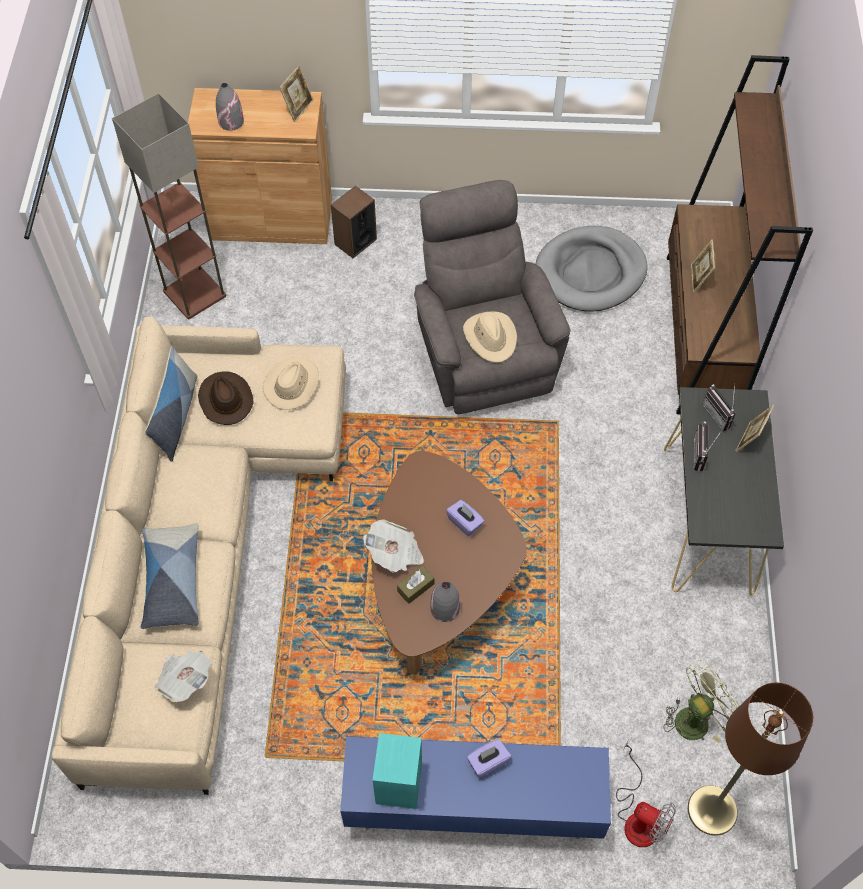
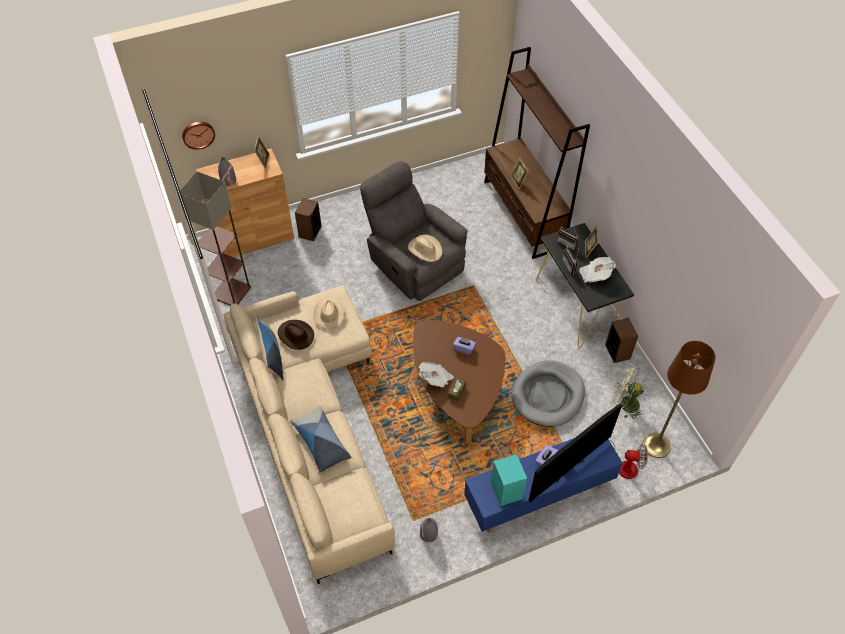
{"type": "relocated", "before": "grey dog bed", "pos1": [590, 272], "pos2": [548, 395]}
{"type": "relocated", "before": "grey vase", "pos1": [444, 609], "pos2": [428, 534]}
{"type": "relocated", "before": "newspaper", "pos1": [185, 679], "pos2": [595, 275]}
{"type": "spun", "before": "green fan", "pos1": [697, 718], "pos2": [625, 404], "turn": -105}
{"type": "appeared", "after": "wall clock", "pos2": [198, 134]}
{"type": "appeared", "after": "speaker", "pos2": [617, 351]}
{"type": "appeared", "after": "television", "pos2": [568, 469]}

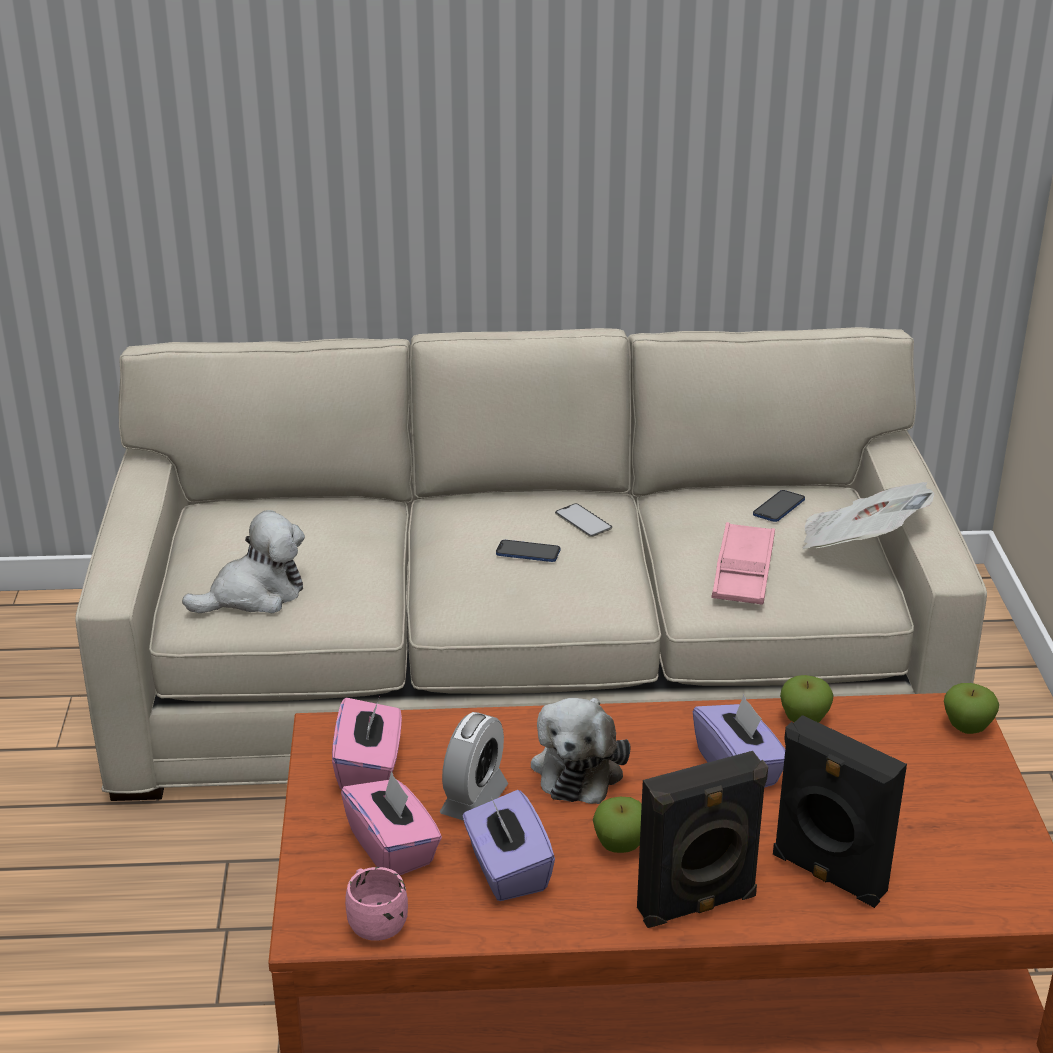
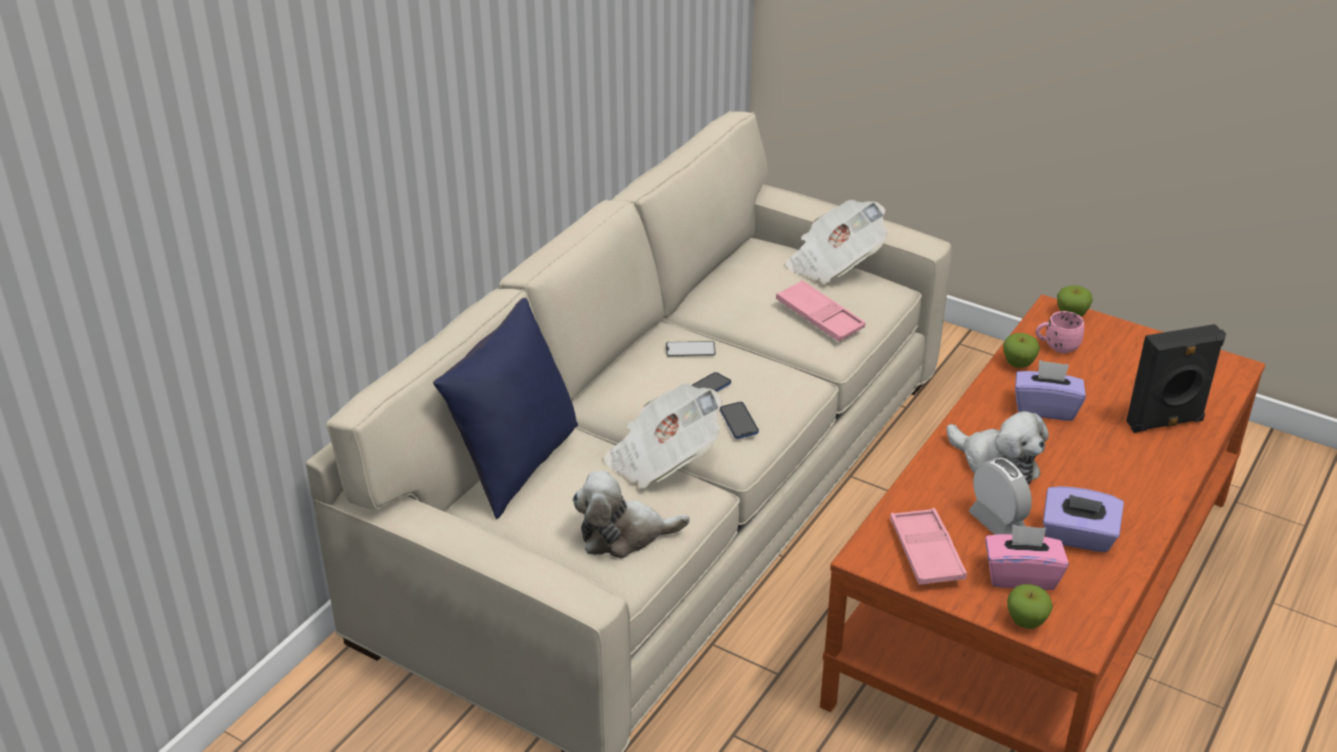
{"type": "relocated", "before": "phone", "pos1": [778, 507], "pos2": [739, 421]}
{"type": "spun", "before": "plush toy", "pos1": [254, 595], "pos2": [624, 535], "turn": -105}
{"type": "exchanged", "before": "pink tissue box", "after": "pink tray", "pos1": [369, 768], "pos2": [926, 553]}
{"type": "missing", "before": "black speaker", "pos1": [698, 905]}
{"type": "relocated", "before": "apple", "pos1": [620, 845], "pos2": [1026, 621]}
{"type": "relocated", "before": "pink mug", "pos1": [374, 921], "pos2": [1056, 346]}
{"type": "appeared", "after": "blue pillow", "pos2": [515, 465]}
{"type": "appeared", "after": "newspaper", "pos2": [662, 459]}

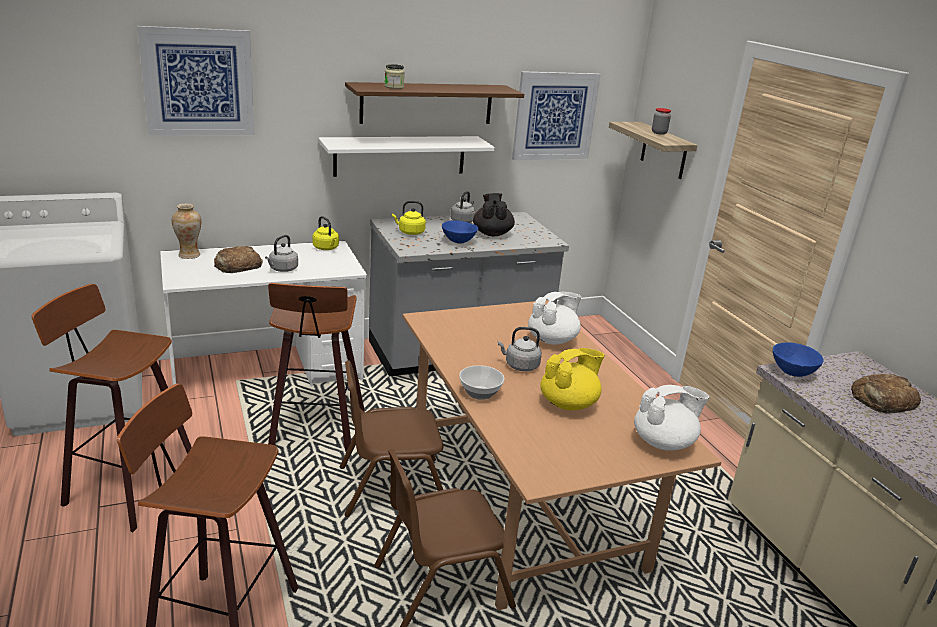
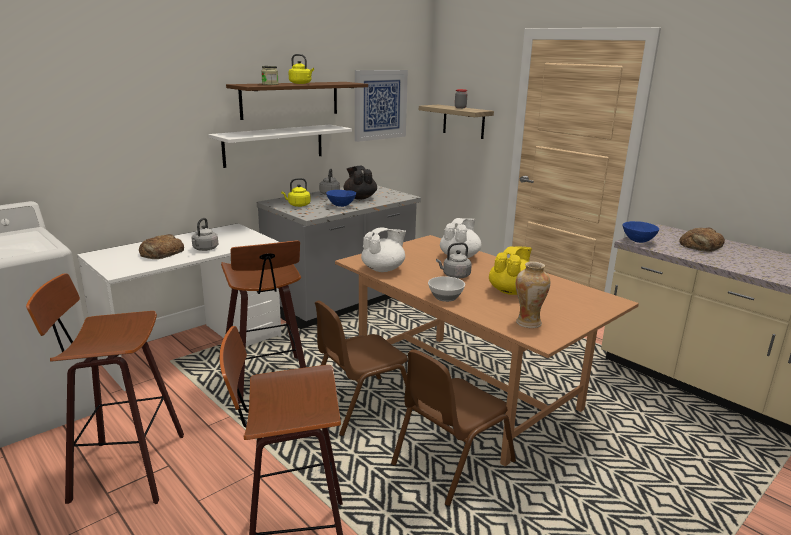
{"type": "missing", "before": "picture", "pos1": [198, 82]}
{"type": "relocated", "before": "vase", "pos1": [189, 255], "pos2": [528, 323]}
{"type": "relocated", "before": "yellow kettle", "pos1": [326, 248], "pos2": [301, 83]}
{"type": "relocated", "before": "white teapot", "pos1": [664, 442], "pos2": [383, 269]}

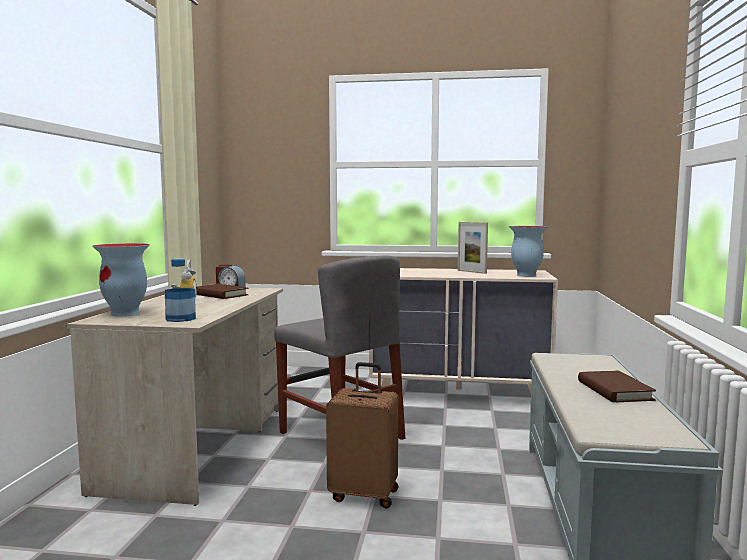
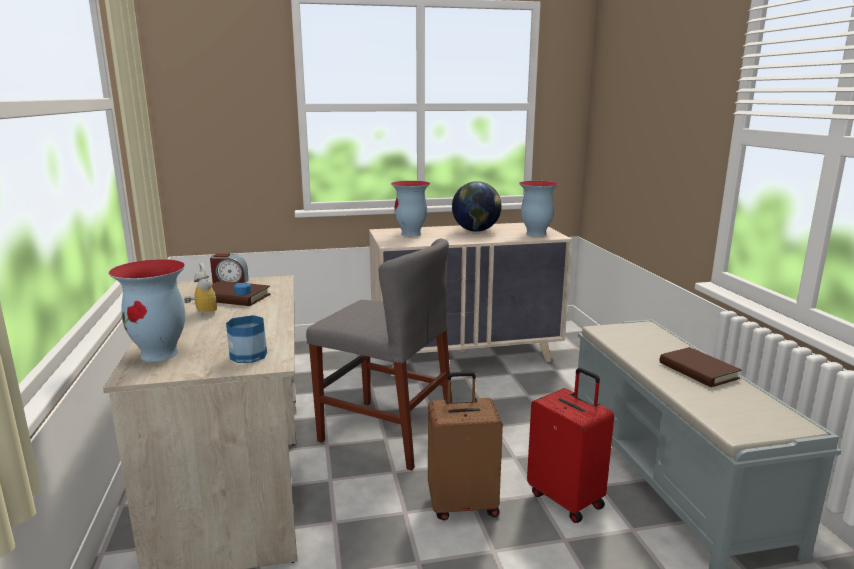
{"type": "exchanged", "before": "picture frame", "after": "globe", "pos1": [471, 272], "pos2": [476, 231]}
{"type": "appeared", "after": "vase", "pos2": [411, 234]}
{"type": "appeared", "after": "red suitcase", "pos2": [567, 499]}

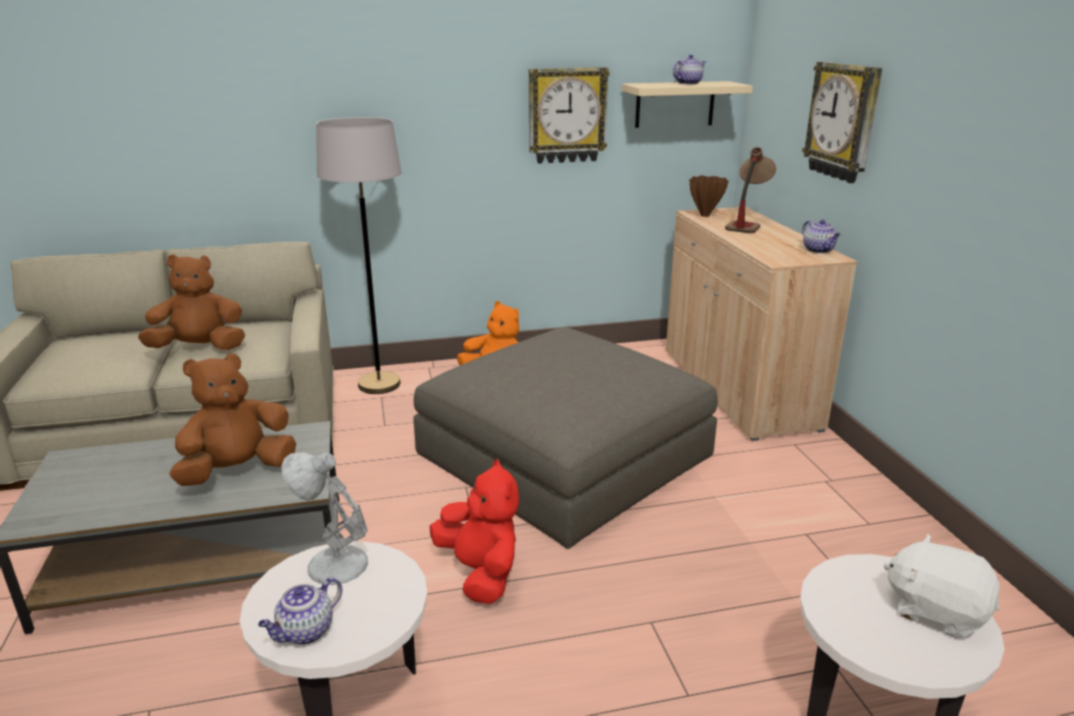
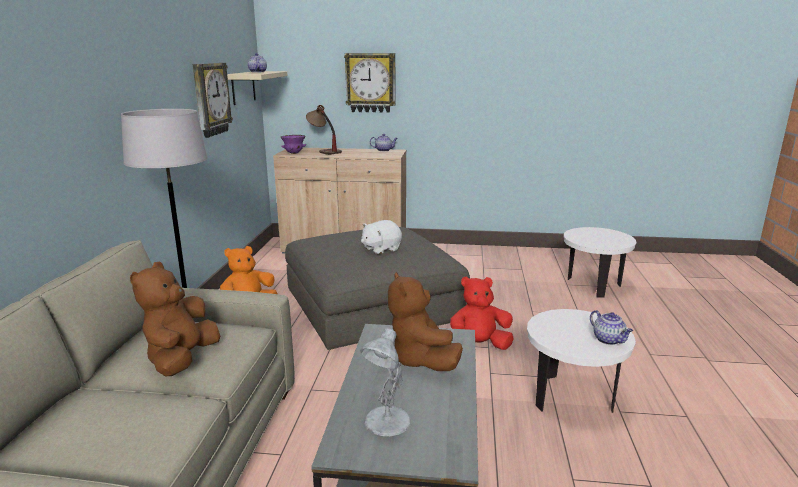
{"type": "exchanged", "before": "brown vase", "after": "purple bowl", "pos1": [705, 215], "pos2": [294, 153]}
{"type": "relocated", "before": "white table lamp", "pos1": [334, 565], "pos2": [386, 422]}
{"type": "relocated", "before": "white plush toy", "pos1": [936, 610], "pos2": [381, 249]}

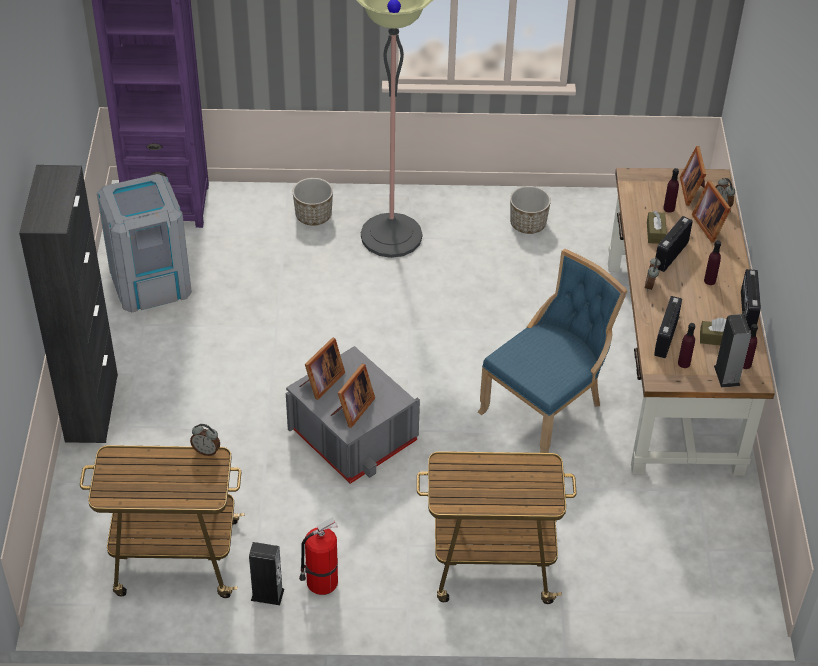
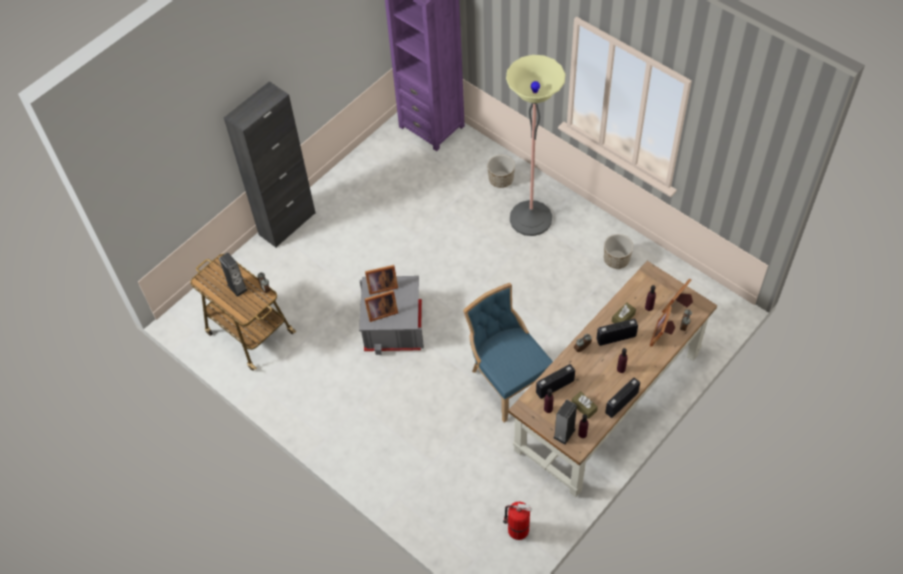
{"type": "missing", "before": "grey trash can", "pos1": [150, 282]}
{"type": "spun", "before": "blue chair", "pos1": [546, 409], "pos2": [508, 380], "turn": -120}
{"type": "missing", "before": "cart", "pos1": [490, 564]}
{"type": "relocated", "before": "fire extinguisher", "pos1": [320, 582], "pos2": [517, 529]}
{"type": "relocated", "before": "speaker", "pos1": [267, 594], "pos2": [237, 287]}

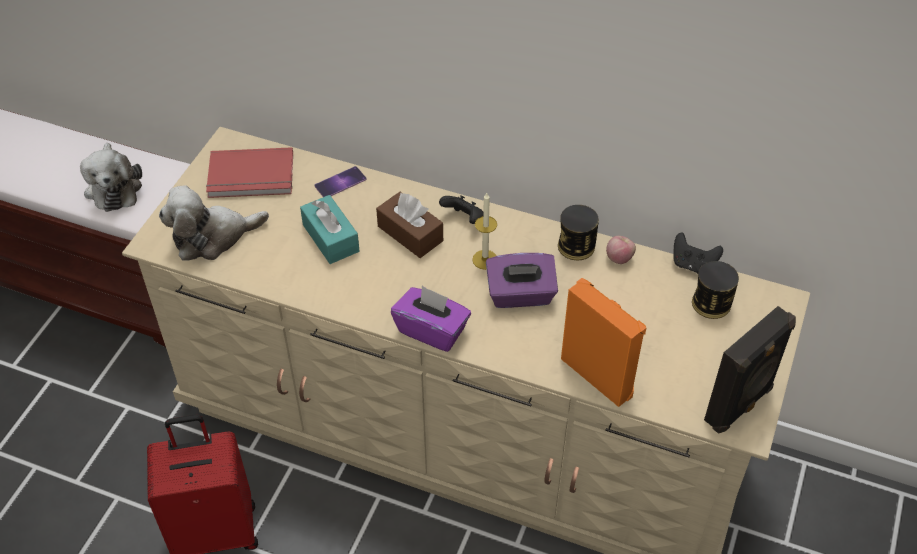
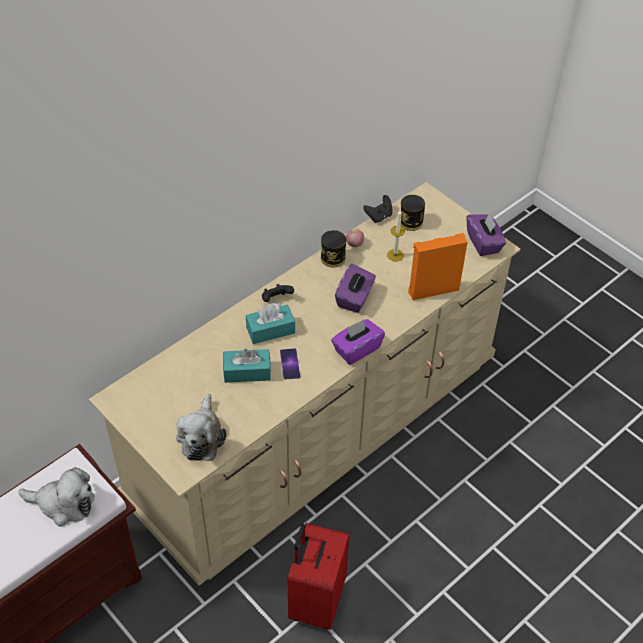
{"type": "missing", "before": "red book", "pos1": [251, 177]}
{"type": "relocated", "before": "phone", "pos1": [340, 182], "pos2": [290, 364]}
{"type": "colour", "before": "brown tissue box", "after": "turquoise tissue box", "pos1": [410, 233], "pos2": [270, 330]}
{"type": "relocated", "before": "candle", "pos1": [485, 259], "pos2": [395, 255]}
{"type": "exchanged", "before": "black speaker", "after": "purple tissue box", "pos1": [740, 405], "pos2": [483, 243]}

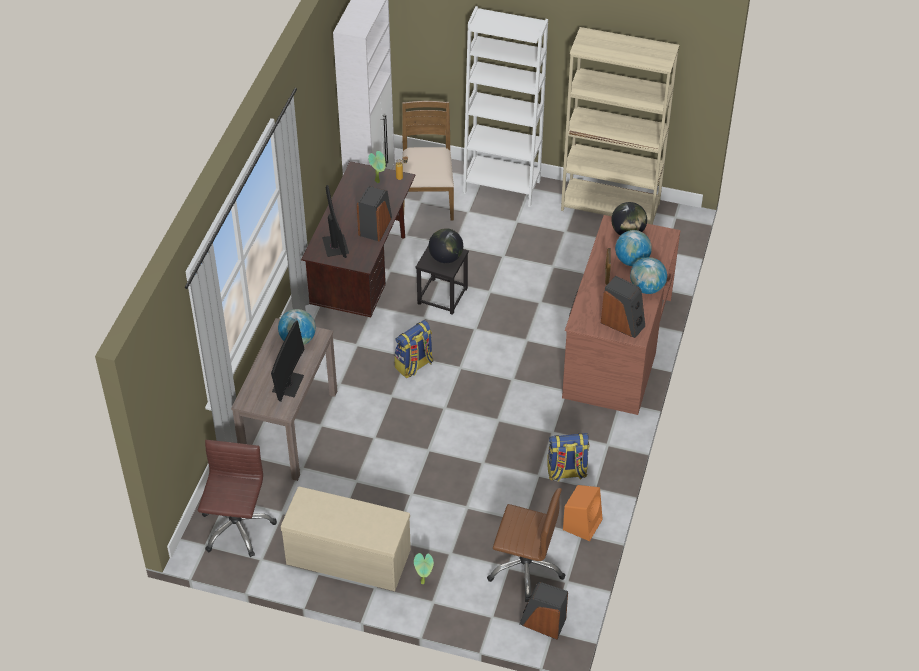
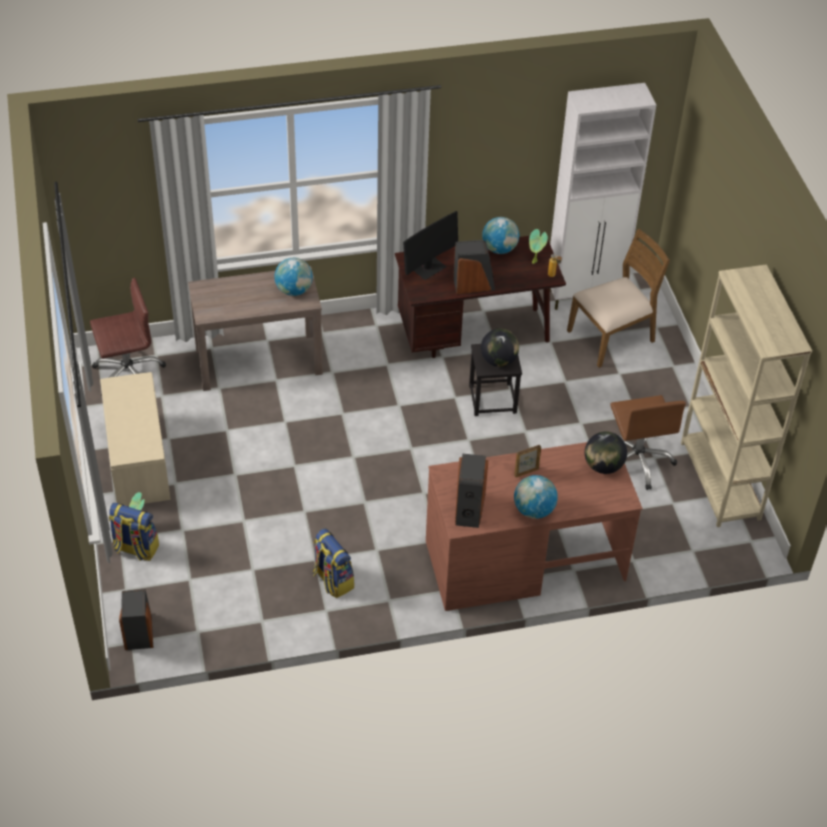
{"type": "missing", "before": "white bookcase", "pos1": [501, 186]}
{"type": "relocated", "before": "globe", "pos1": [632, 260], "pos2": [499, 249]}
{"type": "missing", "before": "monitor", "pos1": [288, 384]}
{"type": "relocated", "before": "backpack", "pos1": [414, 365], "pos2": [135, 548]}
{"type": "missing", "before": "orange speaker", "pos1": [582, 523]}
{"type": "relocated", "before": "brown office chair", "pos1": [525, 568], "pos2": [637, 460]}

